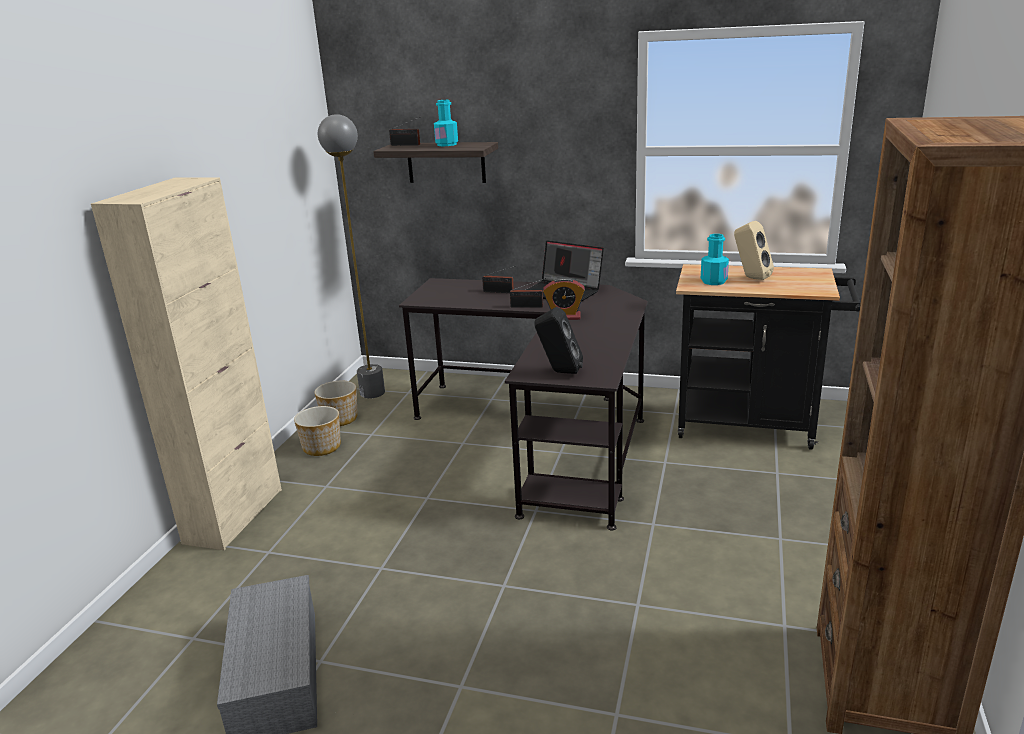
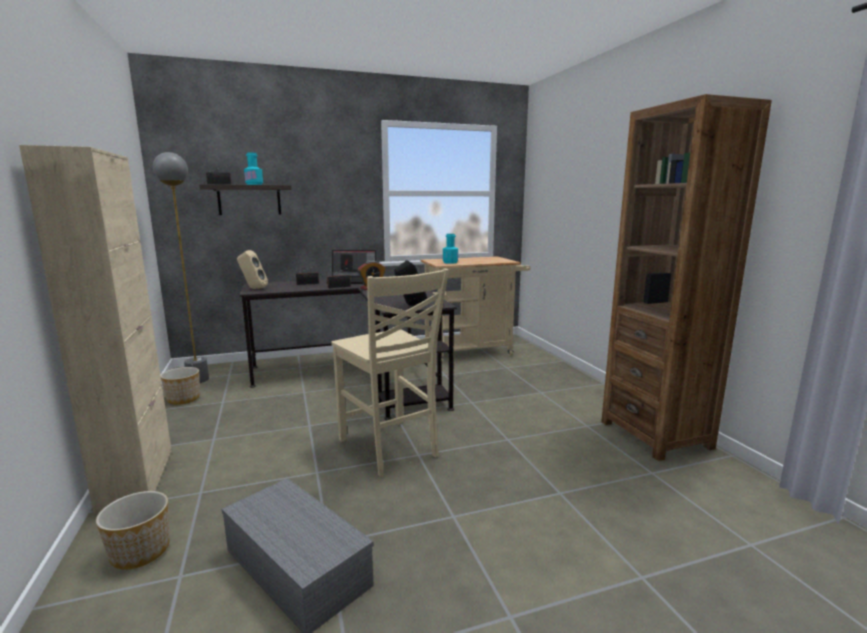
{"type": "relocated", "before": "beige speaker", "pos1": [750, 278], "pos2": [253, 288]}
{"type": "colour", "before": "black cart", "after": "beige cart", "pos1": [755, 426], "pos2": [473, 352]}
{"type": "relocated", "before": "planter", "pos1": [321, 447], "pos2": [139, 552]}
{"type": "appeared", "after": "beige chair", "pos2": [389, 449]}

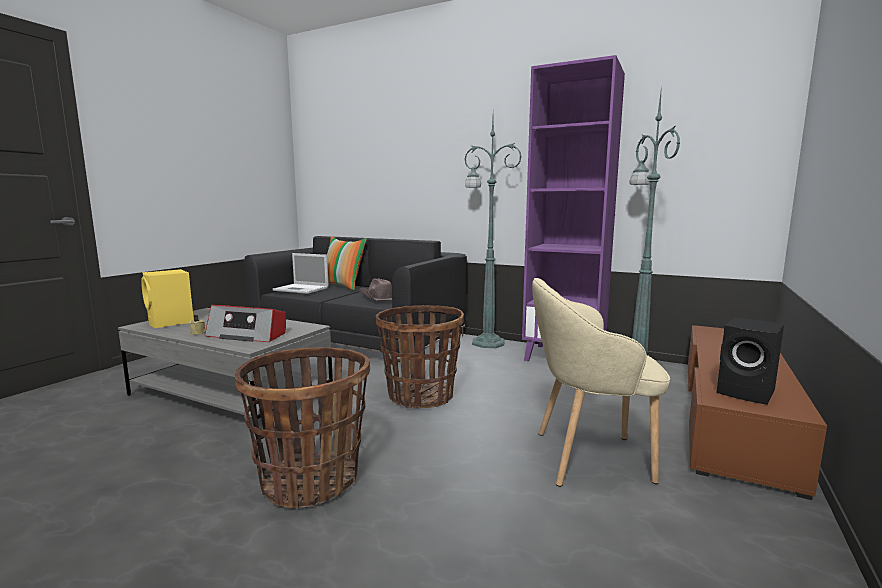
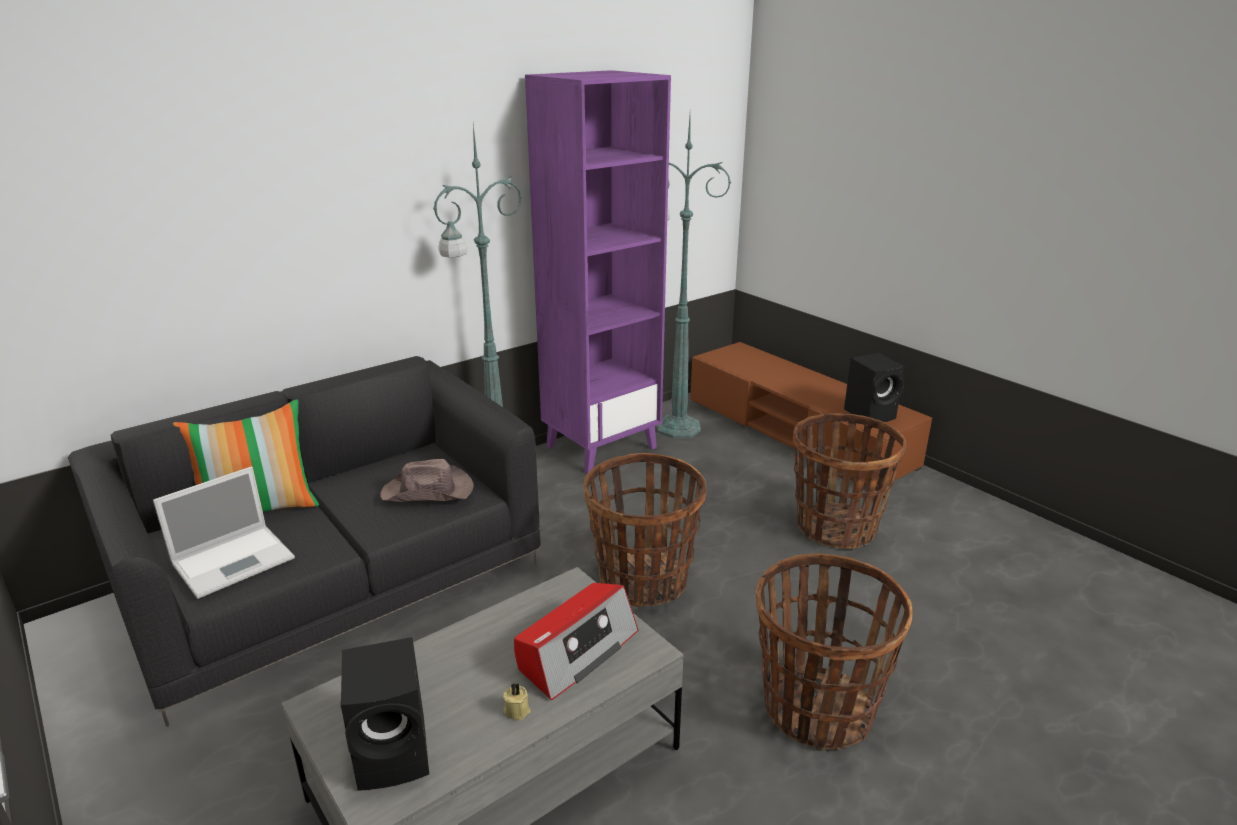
{"type": "colour", "before": "yellow speaker", "after": "black speaker", "pos1": [171, 323], "pos2": [396, 753]}
{"type": "exchanged", "before": "beige armchair", "after": "basket", "pos1": [587, 457], "pos2": [835, 527]}

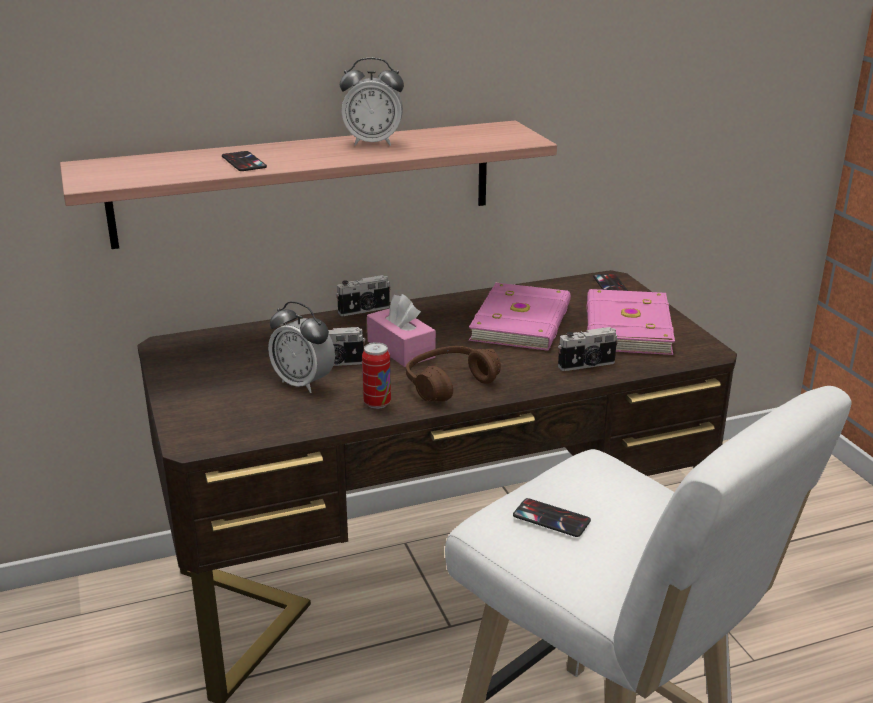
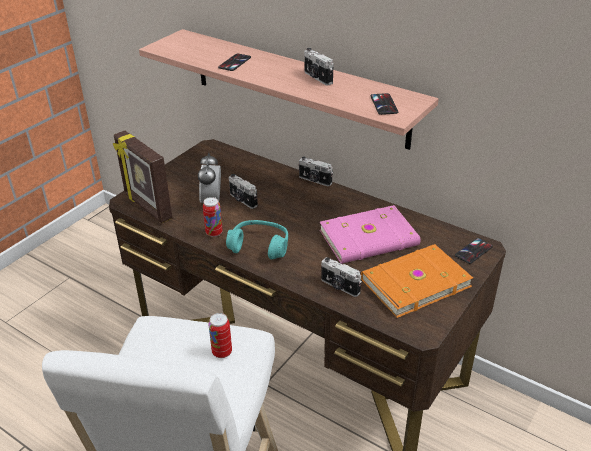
{"type": "exchanged", "before": "alarm clock", "after": "photo camera", "pos1": [373, 143], "pos2": [317, 78]}
{"type": "colour", "before": "pink book", "after": "orange book", "pos1": [625, 327], "pos2": [414, 282]}
{"type": "missing", "before": "pink tissue box", "pos1": [401, 349]}
{"type": "colour", "before": "brown headphones", "after": "turquoise headphones", "pos1": [449, 384], "pos2": [259, 246]}
{"type": "relocated", "before": "phone", "pos1": [551, 518], "pos2": [384, 104]}
{"type": "appeared", "after": "picture frame", "pos2": [147, 207]}
{"type": "appeared", "after": "can", "pos2": [222, 352]}

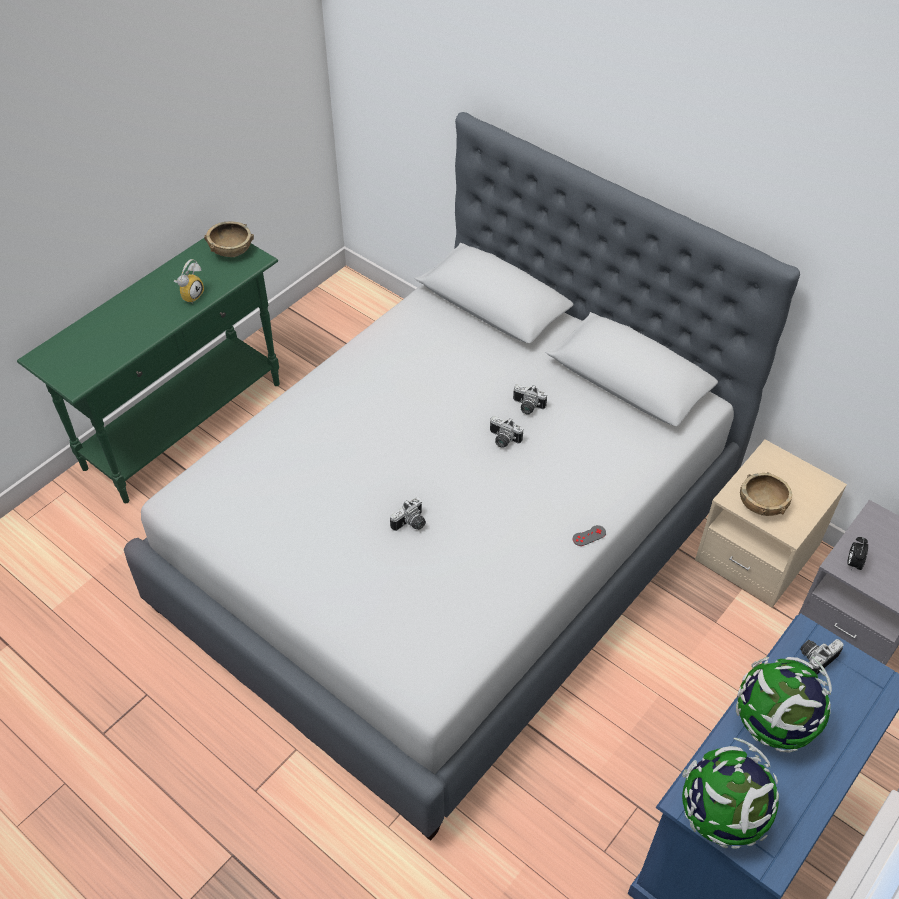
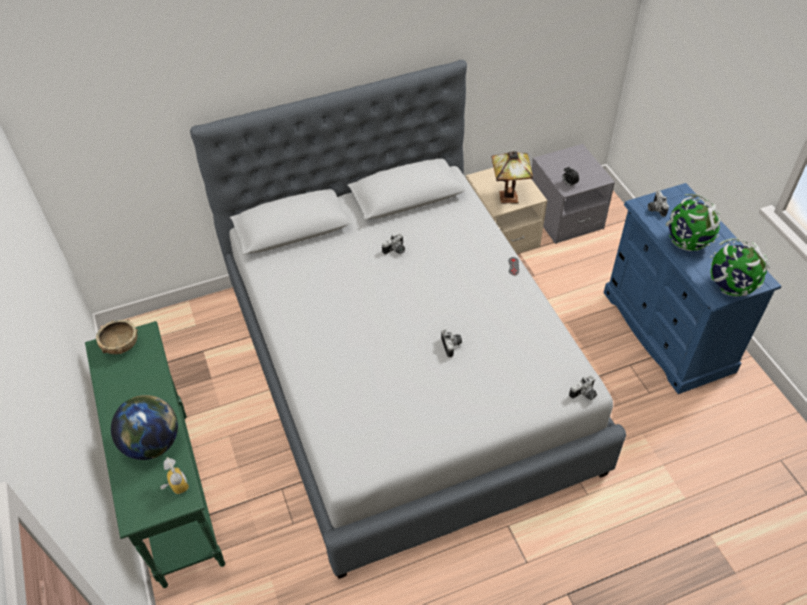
{"type": "relocated", "before": "alarm clock", "pos1": [191, 295], "pos2": [175, 486]}
{"type": "relocated", "before": "photo camera", "pos1": [503, 440], "pos2": [584, 394]}
{"type": "exchanged", "before": "brown bowl", "after": "table lamp", "pos1": [762, 504], "pos2": [510, 198]}
{"type": "appeared", "after": "globe", "pos2": [153, 443]}

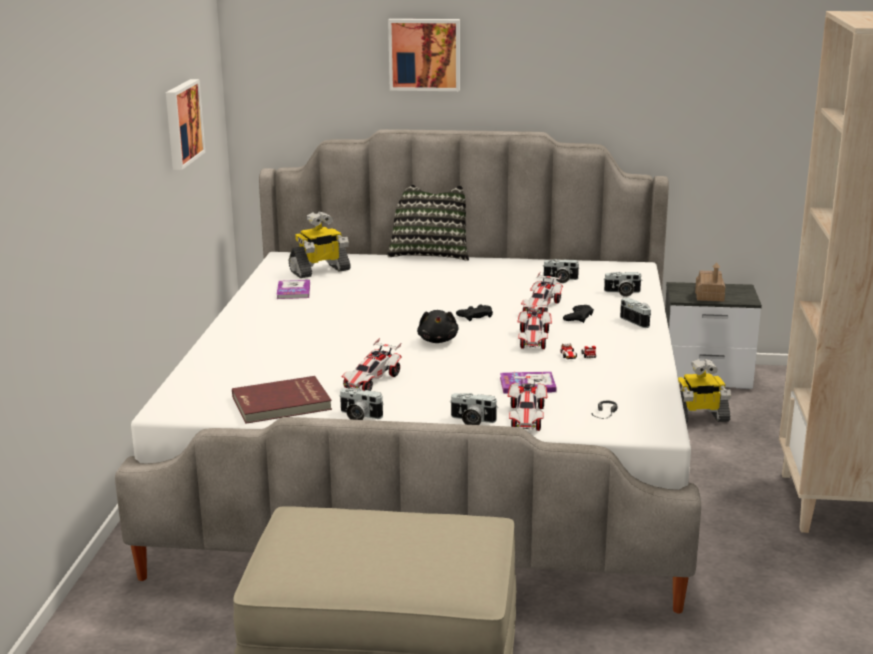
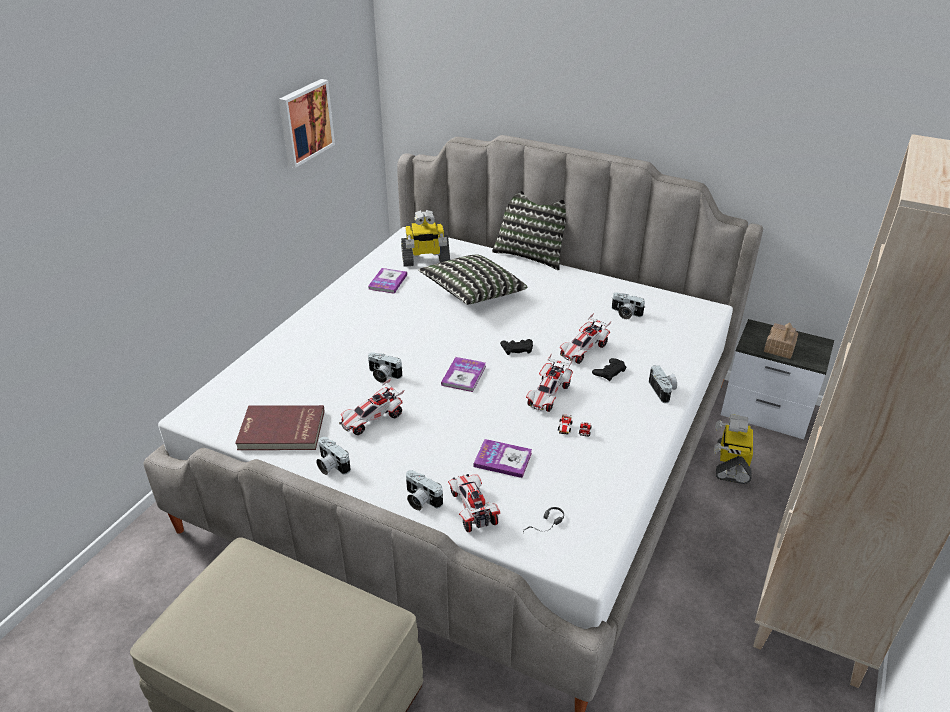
{"type": "missing", "before": "picture", "pos1": [425, 54]}
{"type": "relocated", "before": "photo camera", "pos1": [622, 293], "pos2": [383, 375]}
{"type": "exchanged", "before": "black plush toy", "after": "book", "pos1": [438, 340], "pos2": [464, 375]}
{"type": "spun", "before": "toy robot", "pos1": [698, 417], "pos2": [731, 464], "turn": 90}
{"type": "spun", "before": "toy car", "pos1": [527, 418], "pos2": [472, 509], "turn": 135}
{"type": "appeared", "after": "pillow", "pos2": [472, 293]}

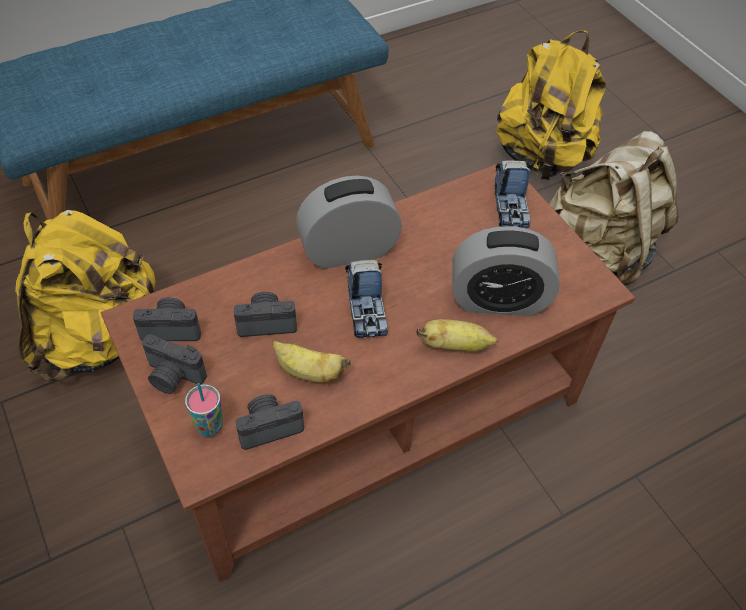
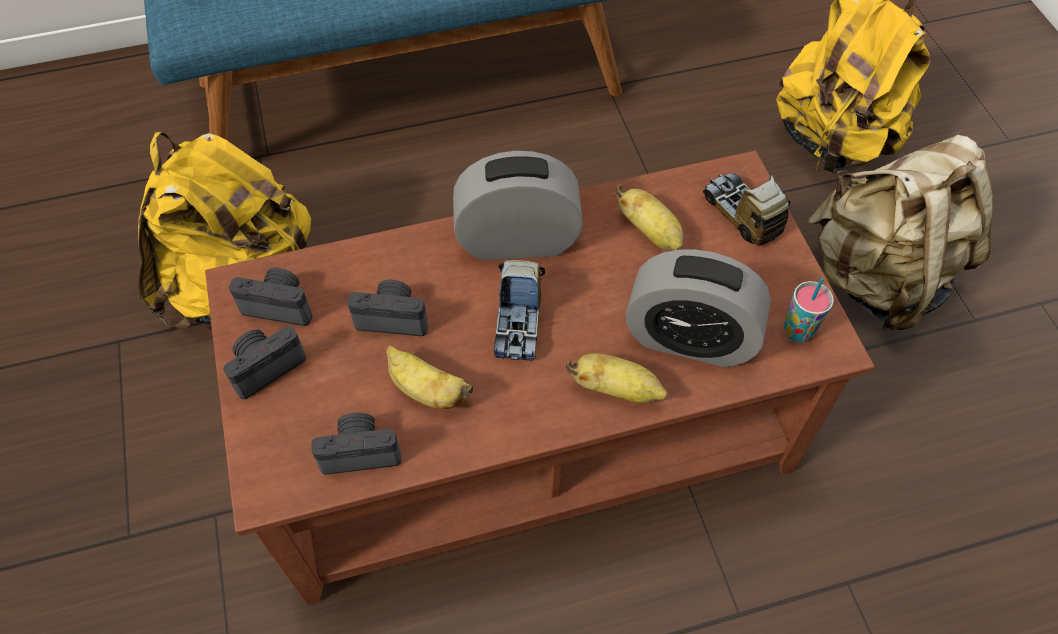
{"type": "spun", "before": "toy truck", "pos1": [510, 207], "pos2": [741, 215], "turn": 135}
{"type": "spun", "before": "photo camera", "pos1": [173, 377], "pos2": [265, 366], "turn": 105}
{"type": "relocated", "before": "cup", "pos1": [210, 426], "pos2": [798, 331]}
{"type": "appeared", "after": "banana", "pos2": [651, 233]}

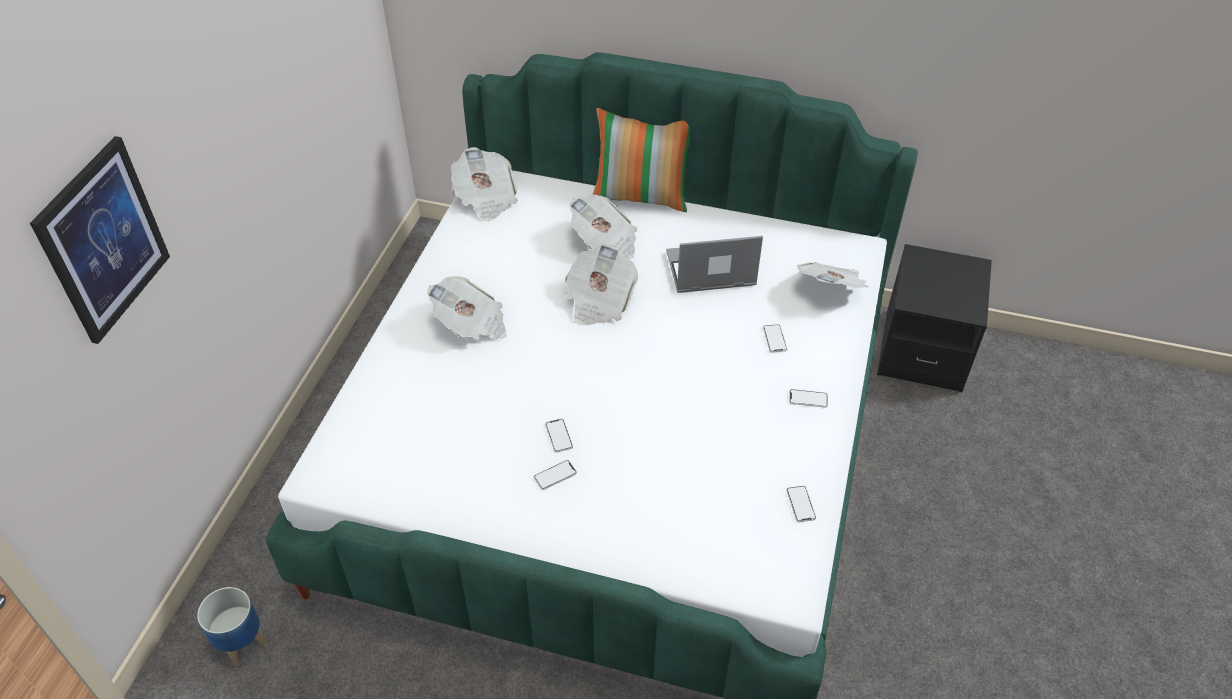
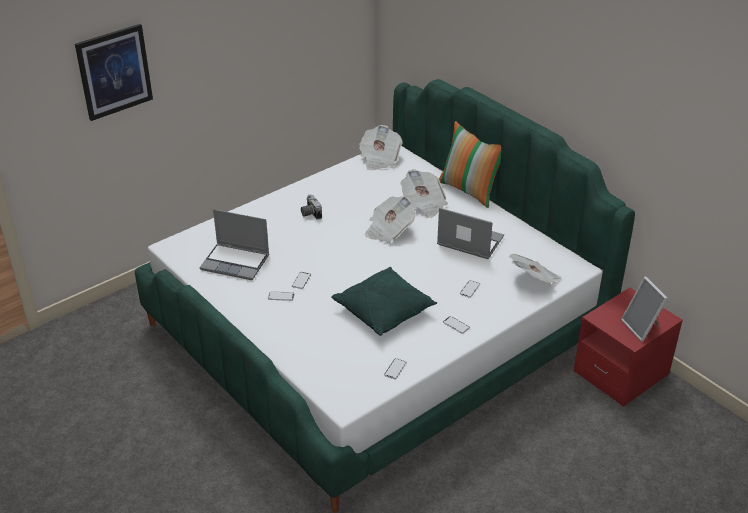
{"type": "colour", "before": "black nightstand", "after": "red nightstand", "pos1": [922, 351], "pos2": [621, 373]}
{"type": "exchanged", "before": "newspaper", "after": "photo camera", "pos1": [471, 324], "pos2": [310, 213]}
{"type": "missing", "before": "planter", "pos1": [241, 642]}
{"type": "appeared", "after": "laptop", "pos2": [236, 262]}
{"type": "appeared", "after": "green pillow", "pos2": [384, 311]}
{"type": "appeared", "after": "picture frame", "pos2": [642, 327]}

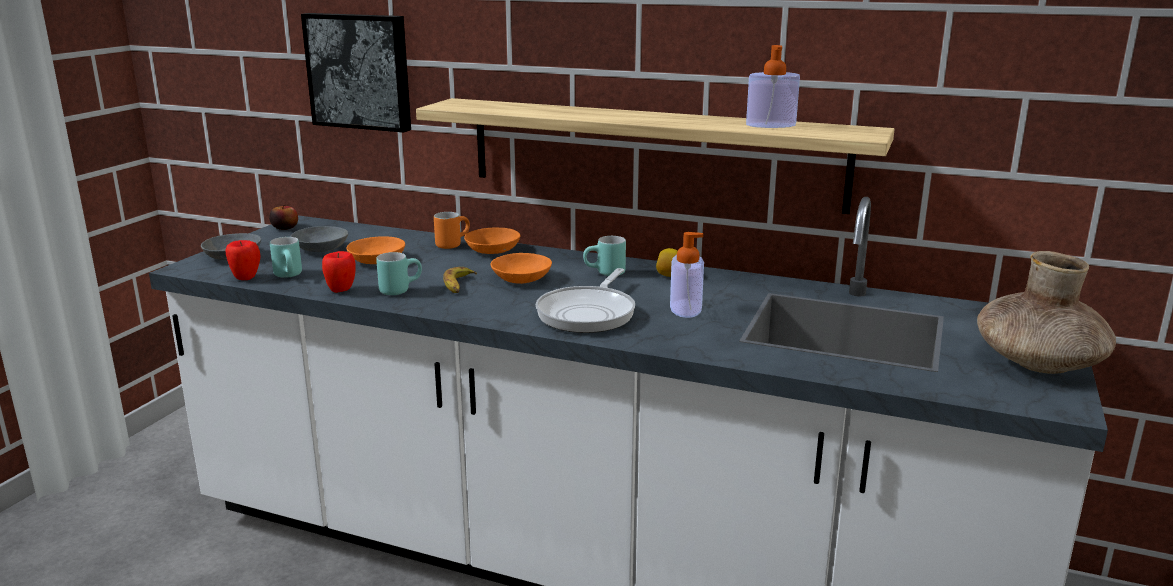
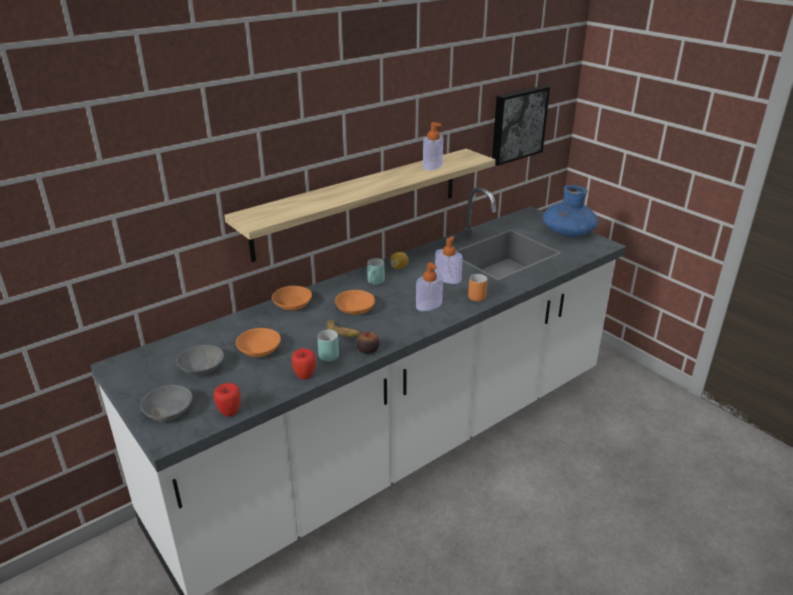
{"type": "relocated", "before": "picture", "pos1": [360, 71], "pos2": [517, 124]}
{"type": "relocated", "before": "apple", "pos1": [285, 227], "pos2": [368, 350]}
{"type": "relocated", "before": "orange mug", "pos1": [452, 244], "pos2": [474, 295]}
{"type": "missing", "before": "turquoise mug", "pos1": [291, 276]}
{"type": "colour", "before": "brown vase", "after": "blue vase", "pos1": [1038, 363], "pos2": [568, 232]}
{"type": "exchanged", "before": "frying pan", "after": "soap dispenser", "pos1": [589, 313], "pos2": [429, 305]}

